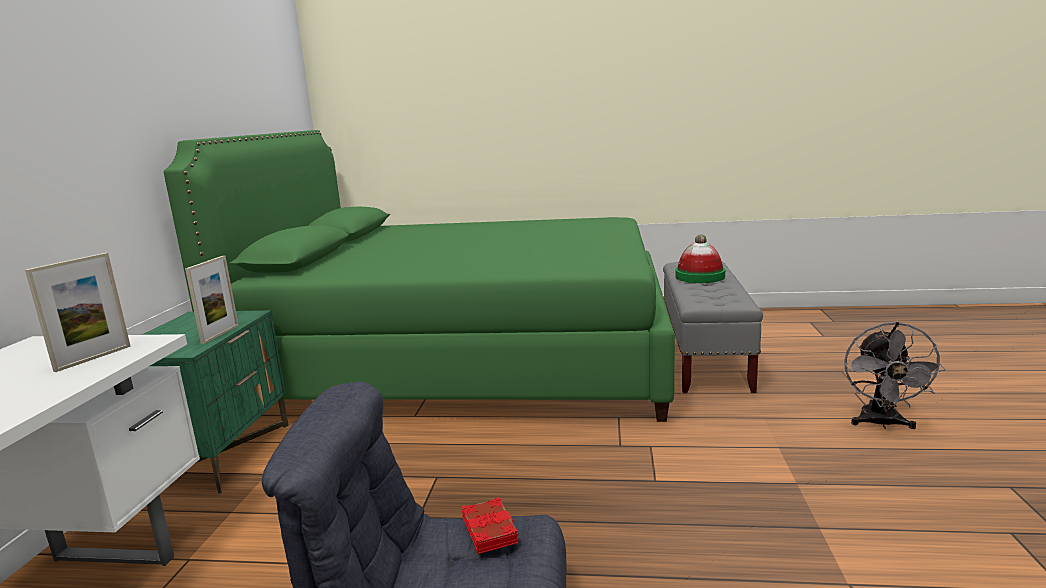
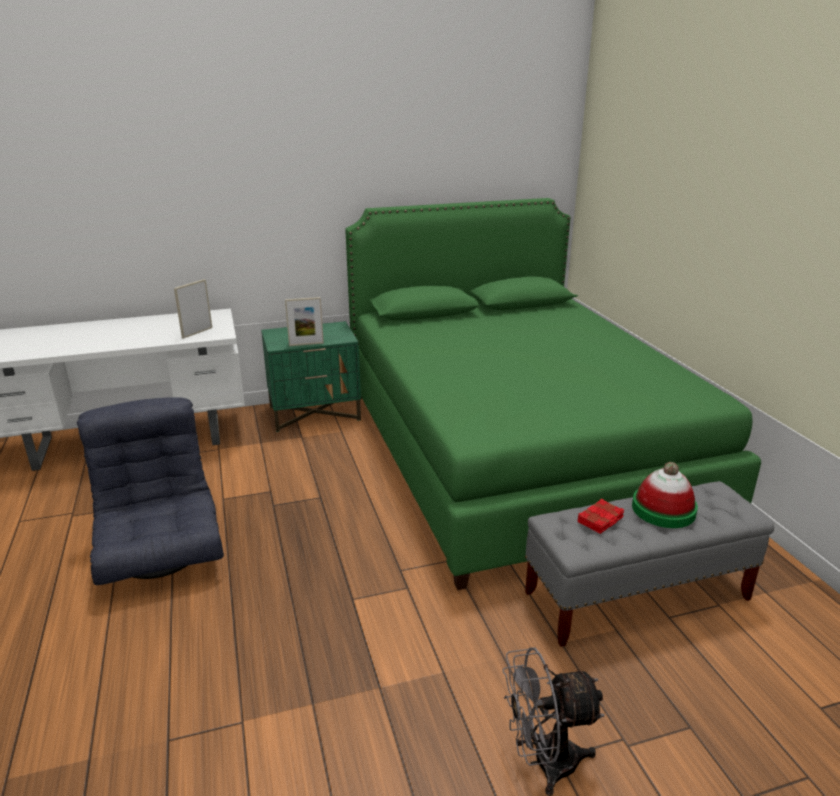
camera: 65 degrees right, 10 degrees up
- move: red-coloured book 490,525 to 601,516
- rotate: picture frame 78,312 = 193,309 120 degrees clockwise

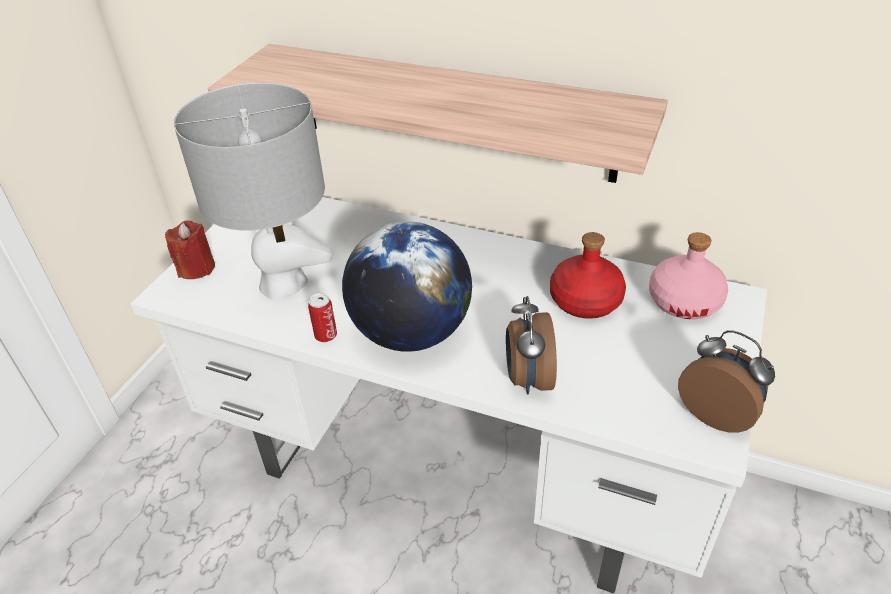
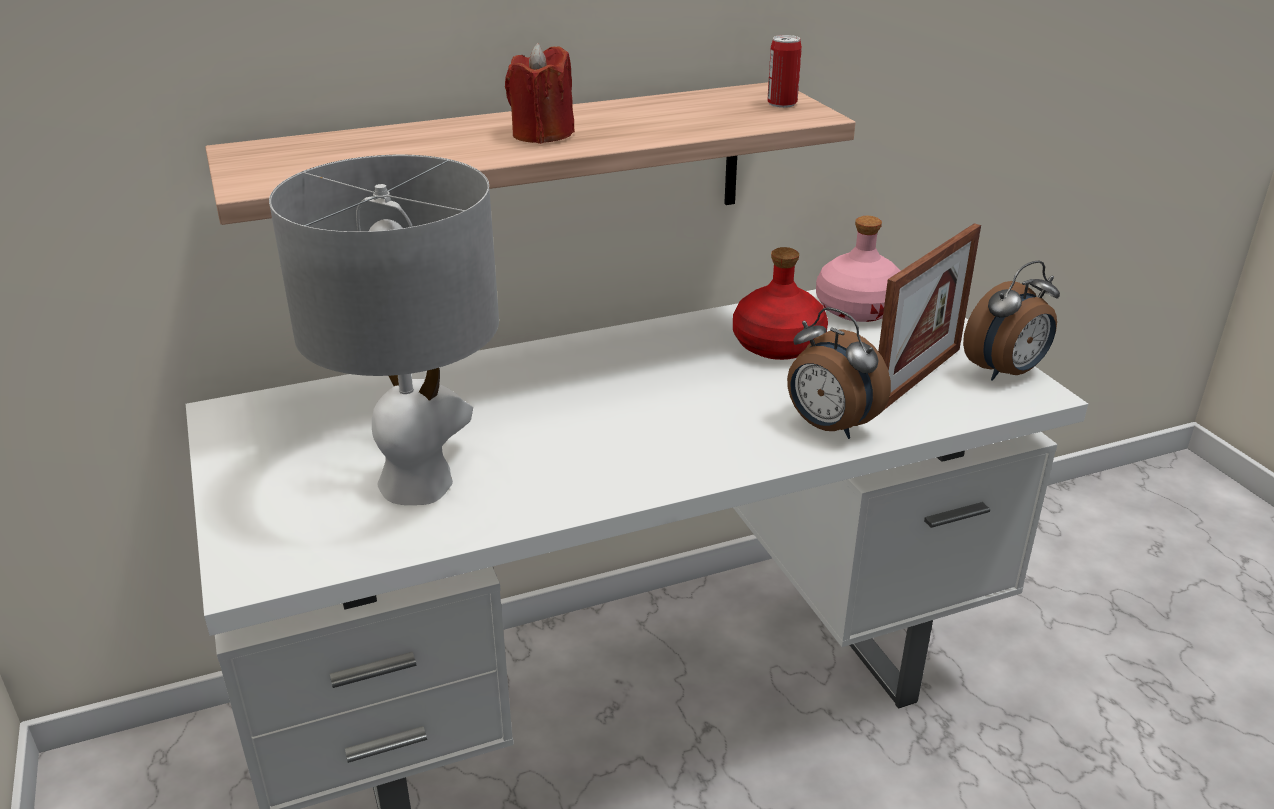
camera: 45 degrees left, 10 degrees down
- delete: desk globe 407,286
- insert: picture frame 929,317
- move: red-coloured candle 190,249 to 540,93
- move: sealed can 322,317 to 784,71
- rotate: bedside clock 726,381 = 1011,320 150 degrees clockwise

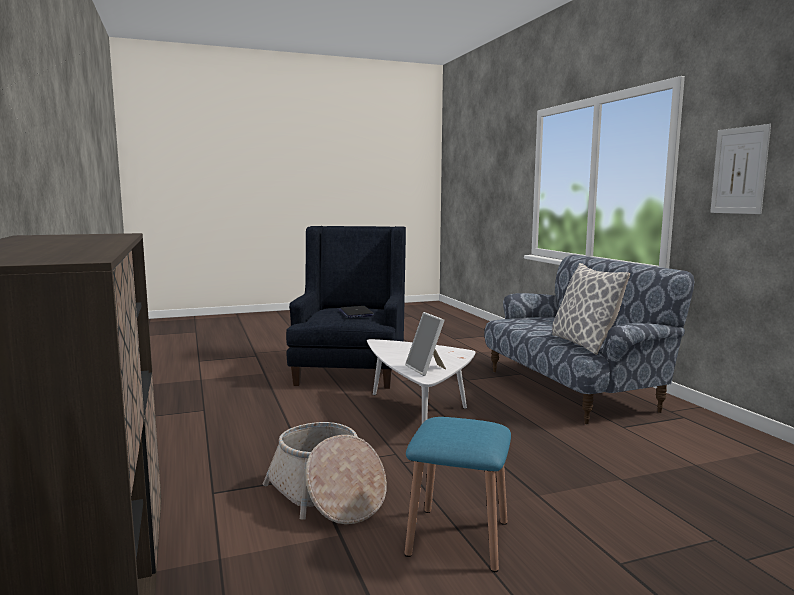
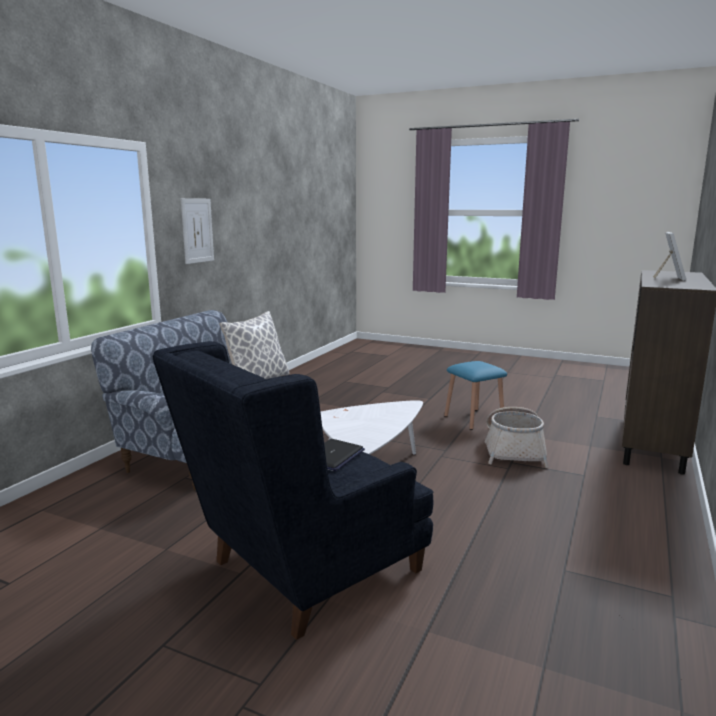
camera: 135 degrees left, 5 degrees up
- move: picture frame 425,344 to 669,256

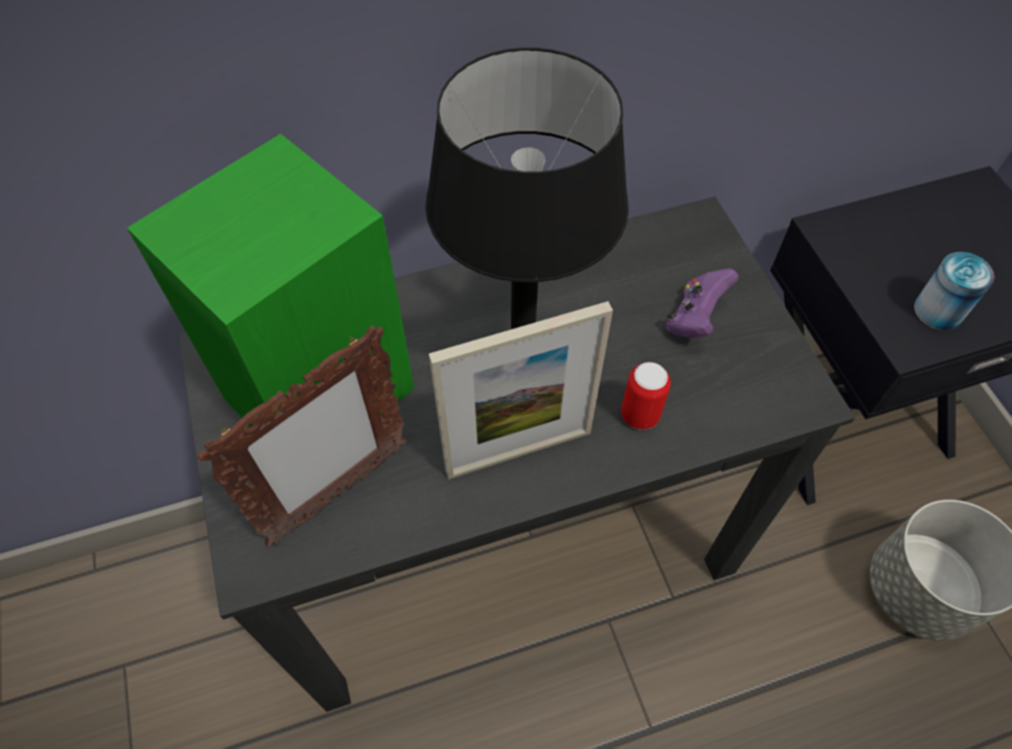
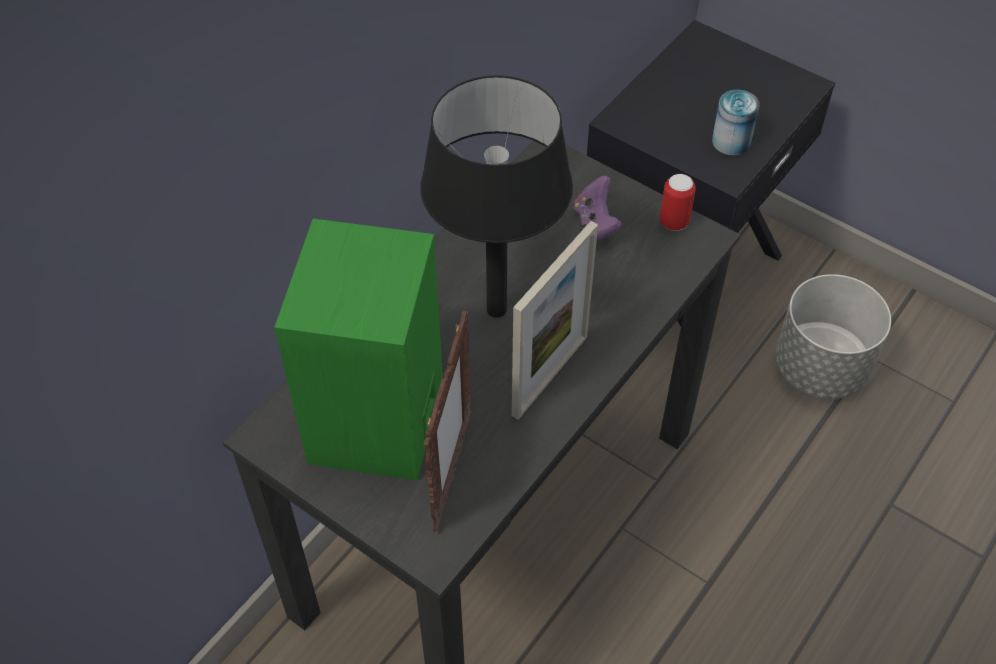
camera: 35 degrees left, 5 degrees down
- move: sealed can 646,396 to 678,202

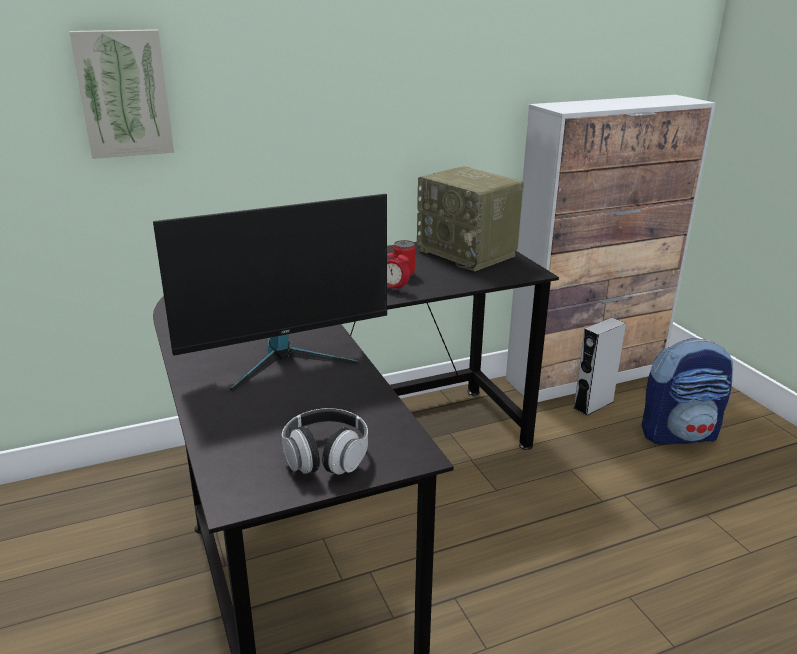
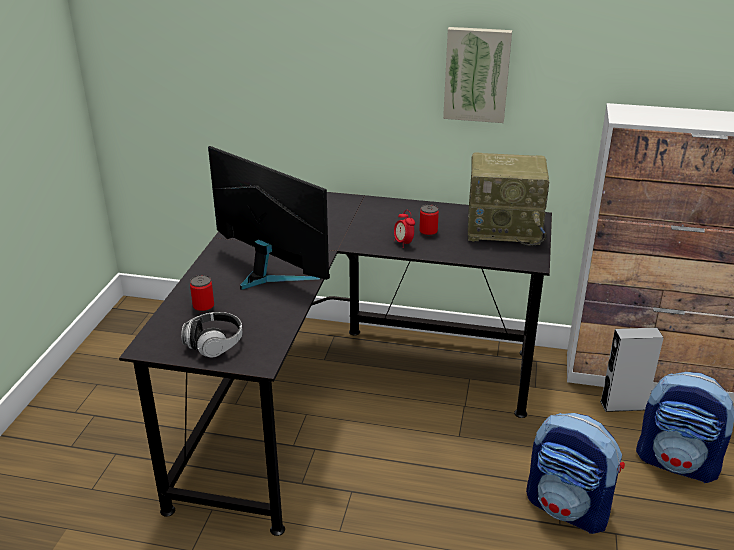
camera: 35 degrees right, 5 degrees up
- insert: sealed can 202,293
- insert: knapsack 575,473
- move: wall picture 122,94 to 477,75
- rotate: monitor 270,293 = 269,218 150 degrees counterclockwise
- rotate: radio 470,218 = 508,199 75 degrees counterclockwise

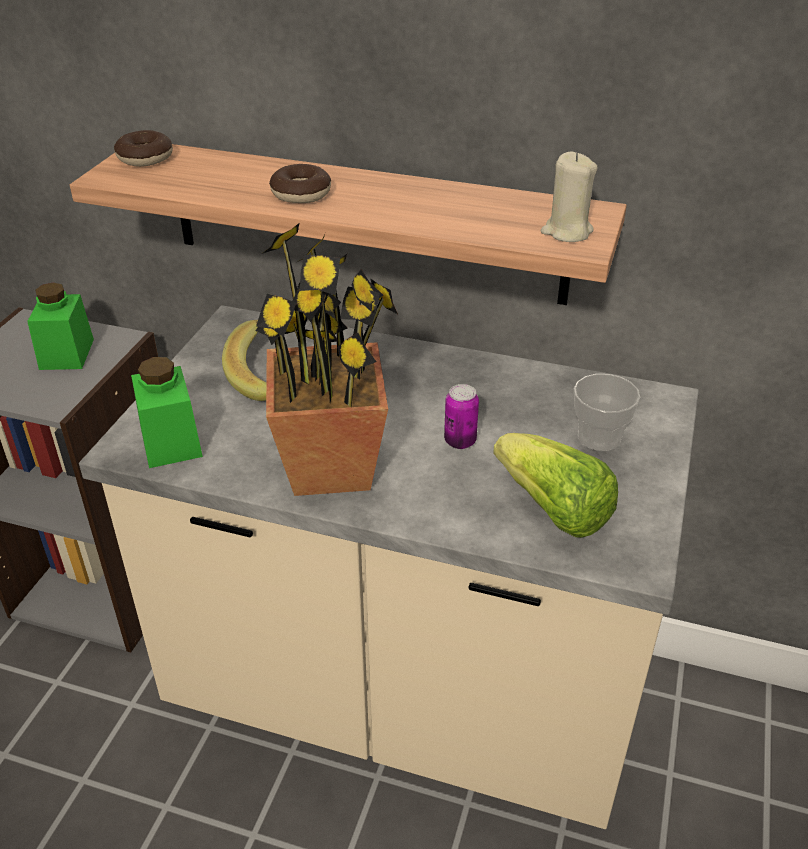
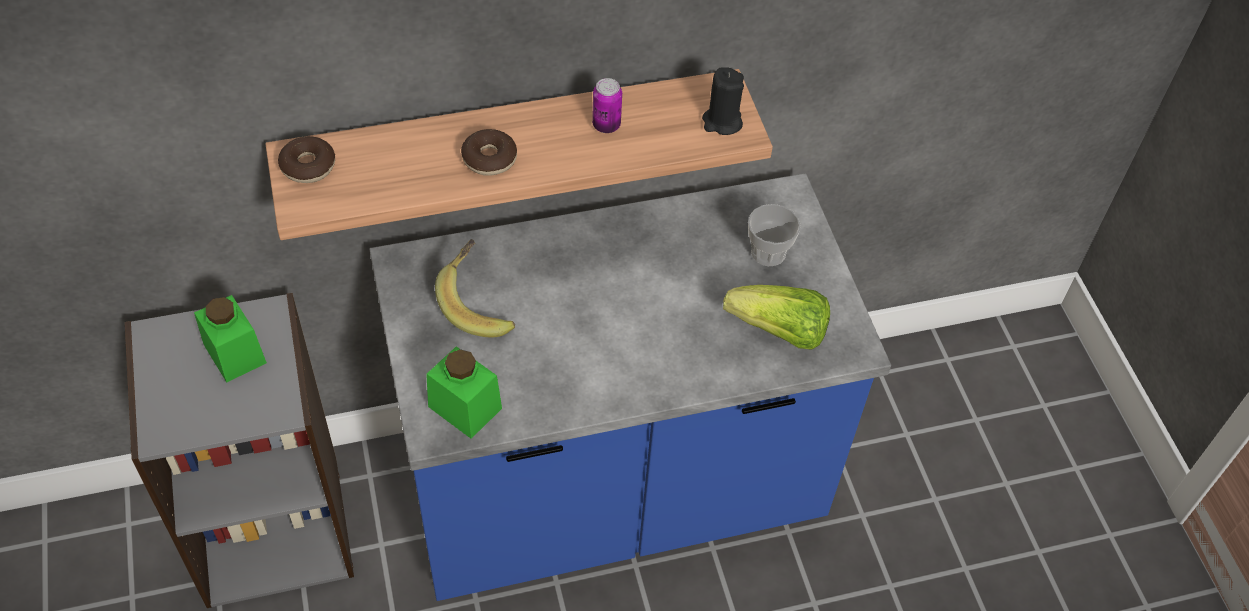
camera: 35 degrees left, 15 degrees up
- delete: potted plant 326,359
- move: sealed can 461,416 to 607,105
- recolor: beige kitchen counter 389,567 to blue kitchen counter 630,387
- recolor: beige candle 569,196 to black candle 723,101

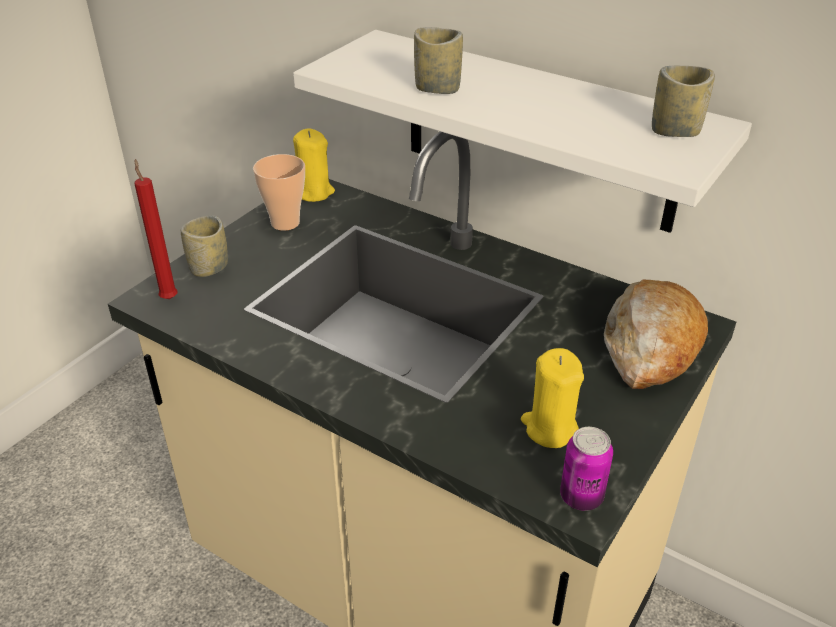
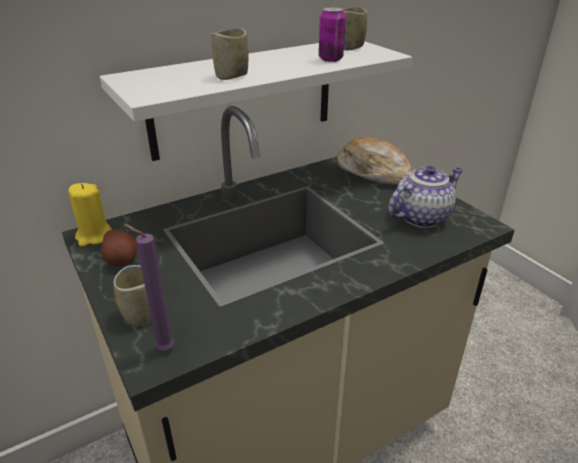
camera: 65 degrees left, 5 degrees down
- move: sealed can 586,469 to 332,34
- replace: small cup 279,192 to whole potato 119,247
- replace: yellow candle 552,398 to teapot 425,197
- recolor: red-coloured candle 156,229 to purple candle 148,287

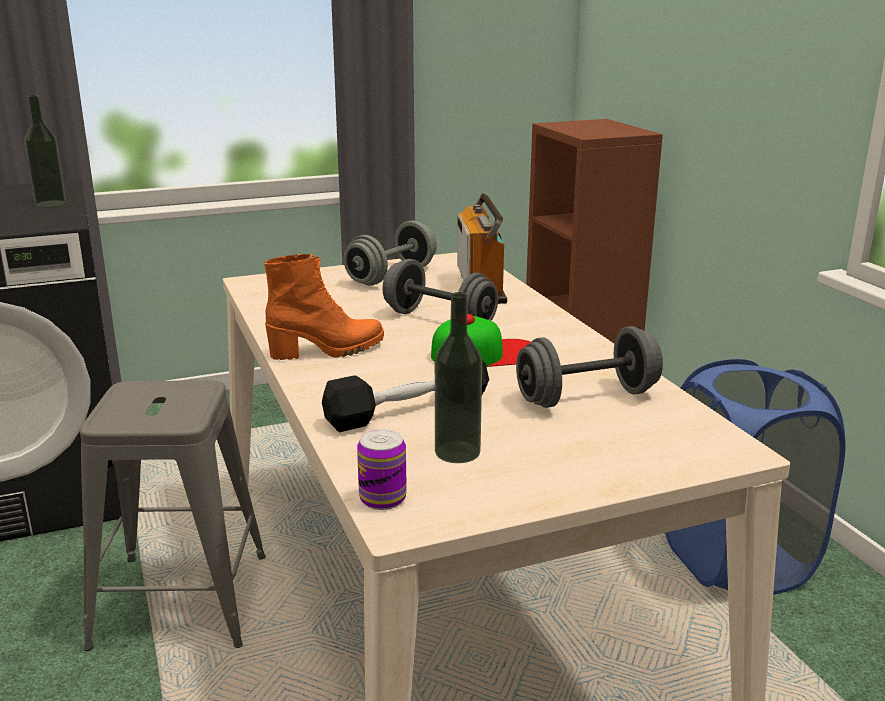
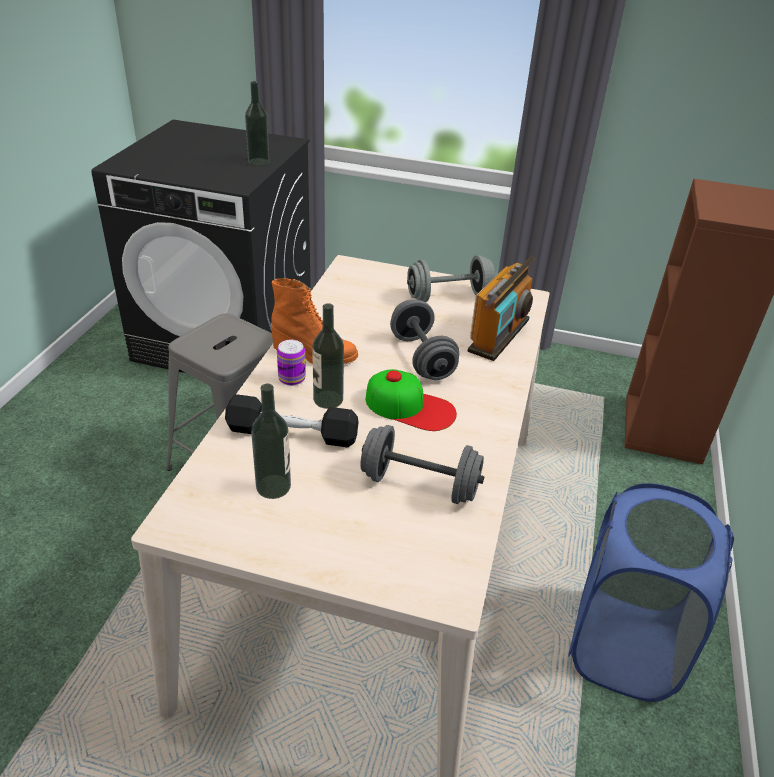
camera: 35 degrees right, 15 degrees up
- insert: drink bottle 328,356
- move: sealed can 382,469 to 291,363

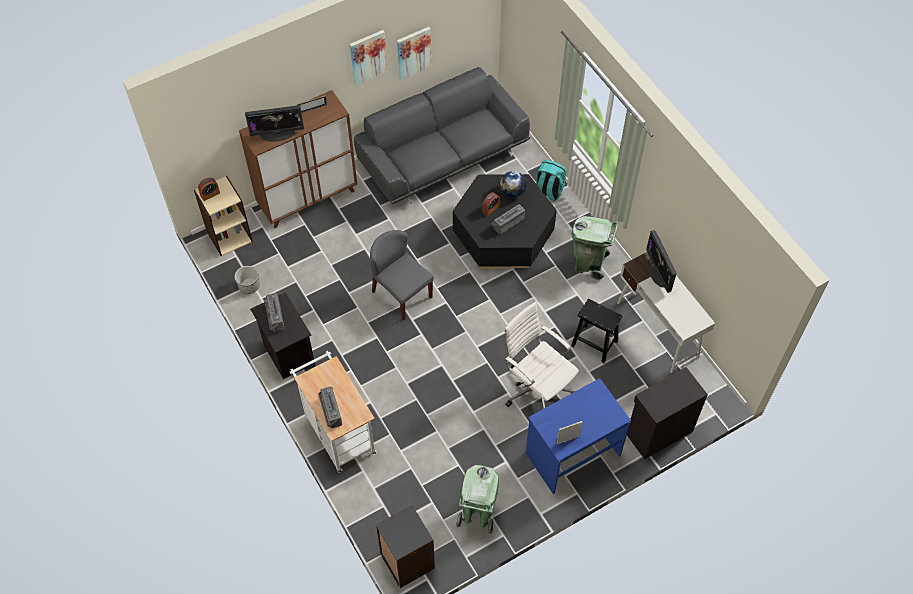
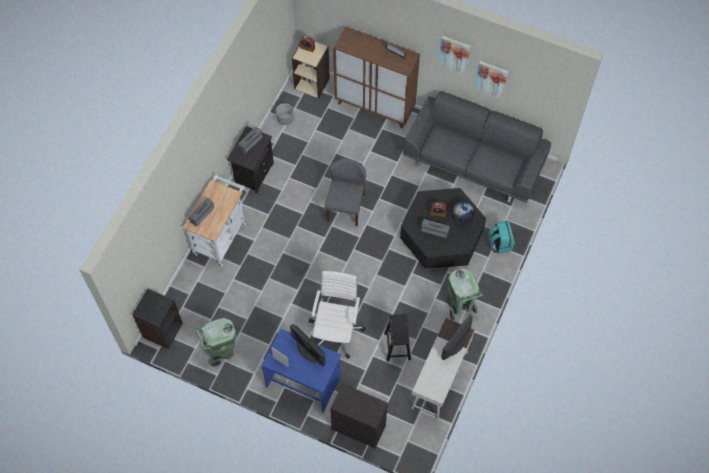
camera: 55 degrees right, 5 degrees up
- move: monitor 274,123 to 308,345

